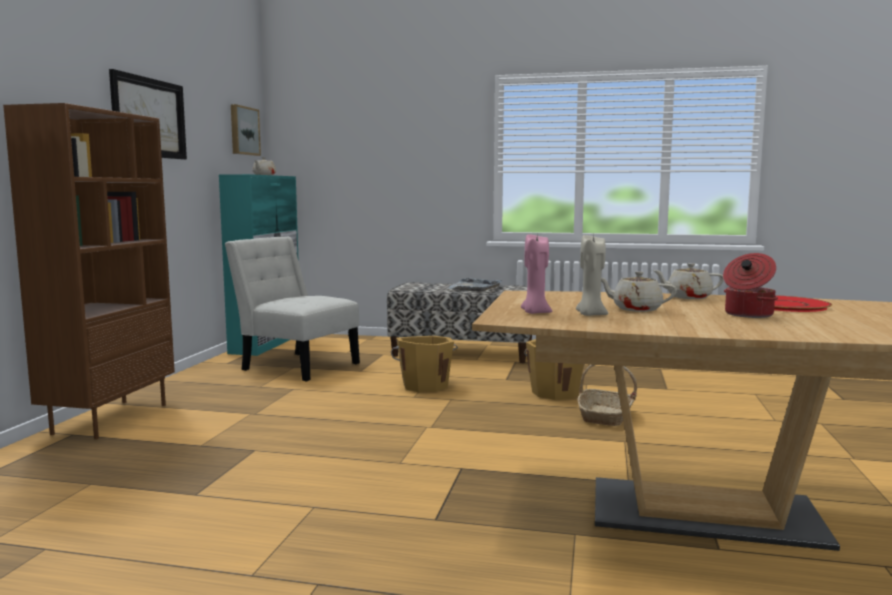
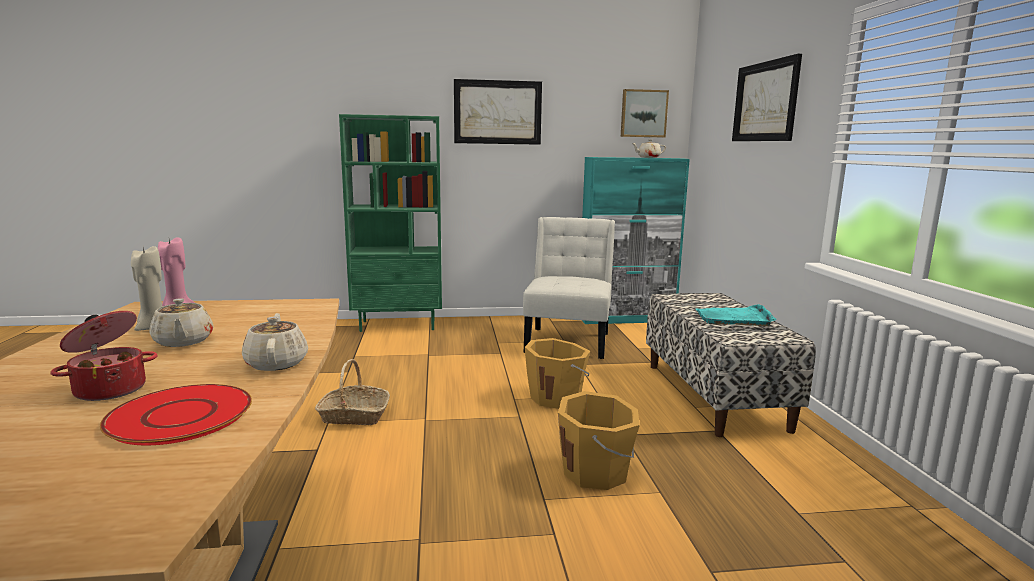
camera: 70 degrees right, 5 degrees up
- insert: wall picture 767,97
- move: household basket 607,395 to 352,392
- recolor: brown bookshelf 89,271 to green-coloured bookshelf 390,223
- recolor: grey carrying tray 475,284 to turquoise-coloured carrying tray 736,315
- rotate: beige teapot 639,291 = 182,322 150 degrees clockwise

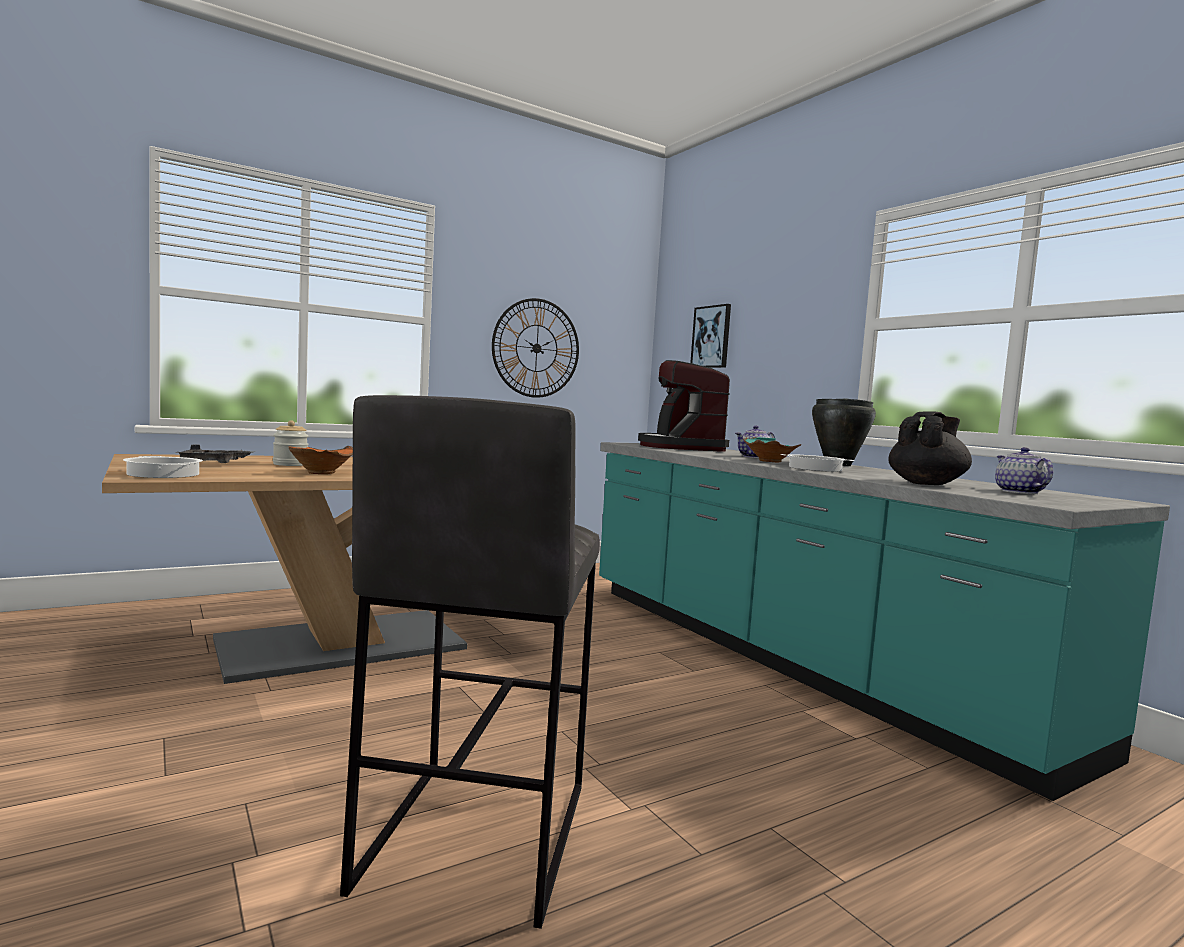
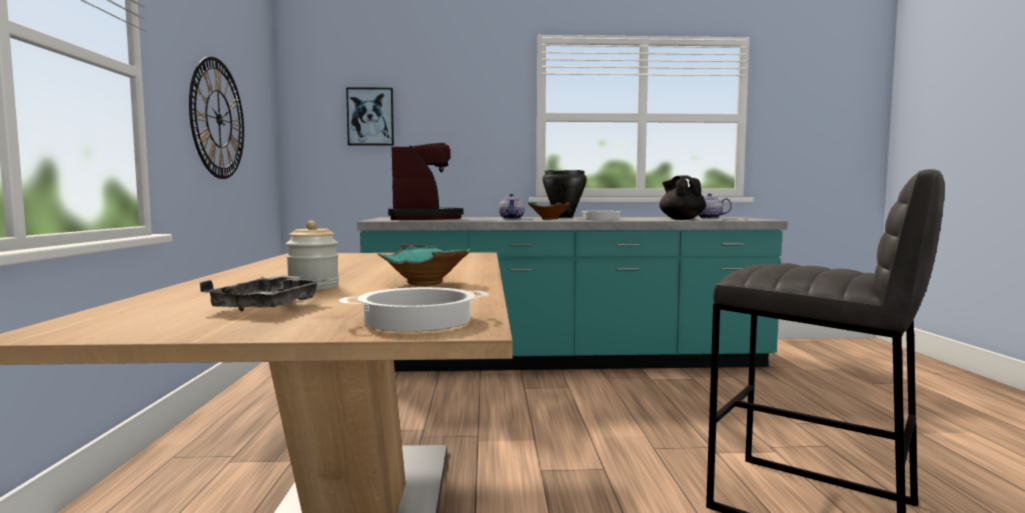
camera: 60 degrees left, 0 degrees up
- recolor: orange-coloured deep dish 320,460 to turquoise-coloured deep dish 424,265
- rotate: coffee maker 684,406 = 426,181 120 degrees counterclockwise

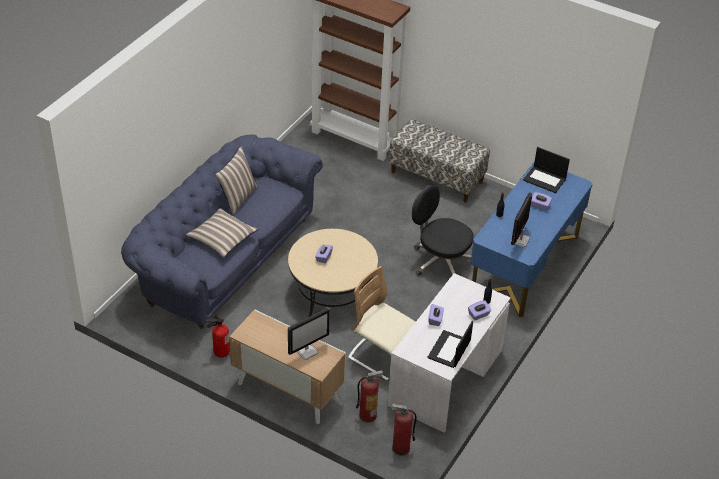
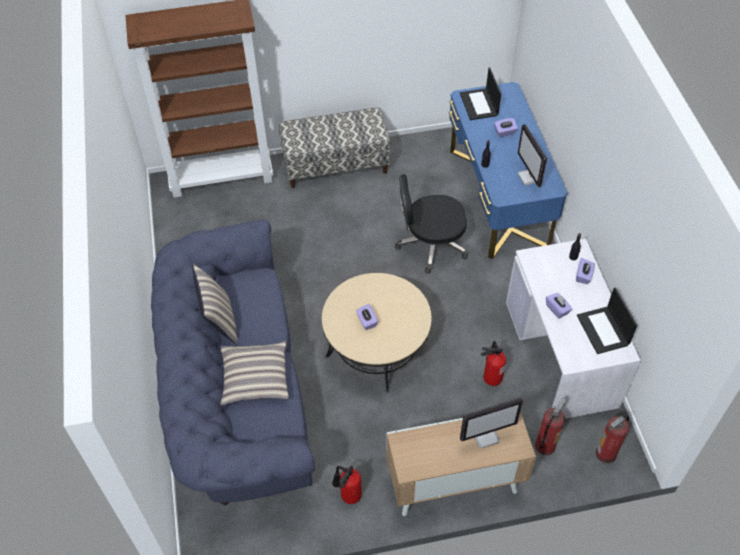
camera: 40 degrees left, 10 degrees up
- replace: beige upright chair 381,323 to fire extinguisher 493,363
- rotate: monitor 309,334 = 491,422 60 degrees clockwise
- rotate: notebook computer 546,170 = 480,93 90 degrees clockwise

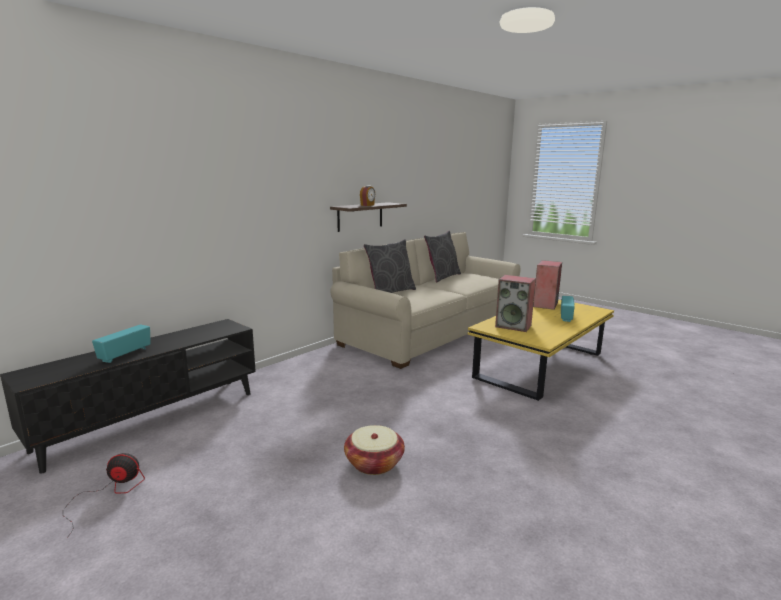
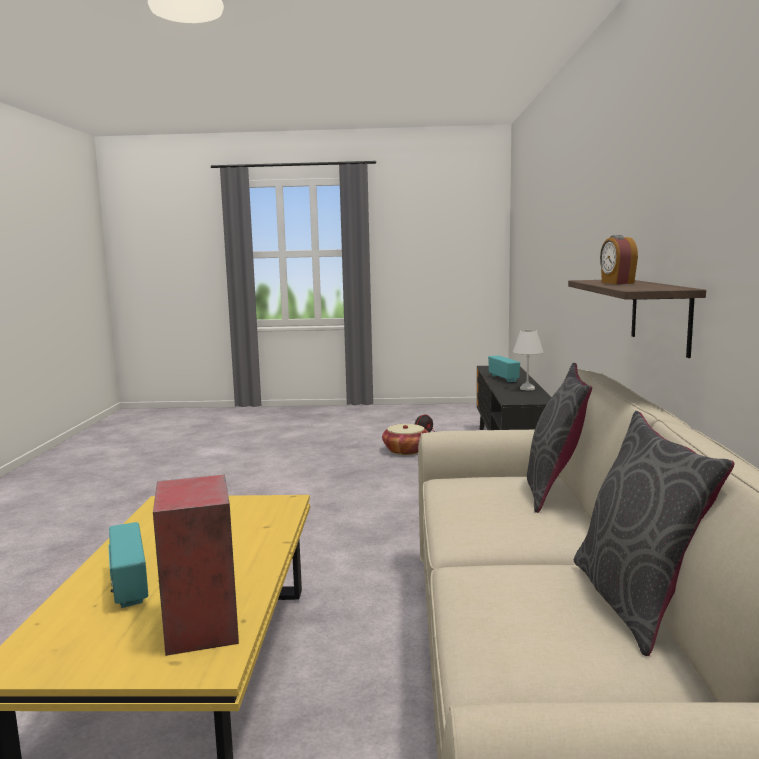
camera: 140 degrees right, 5 degrees down
- delete: audio speaker 515,303
- insert: white-coloured table lamp 528,360
- move: household basket 374,450 to 405,439

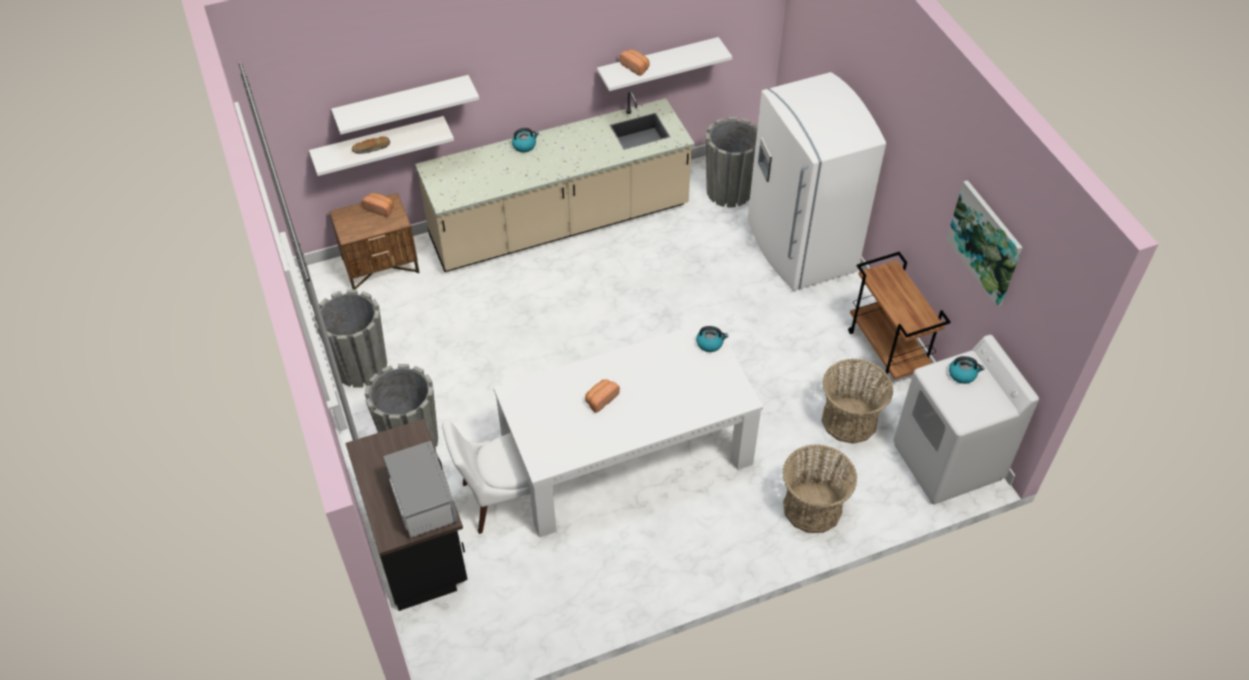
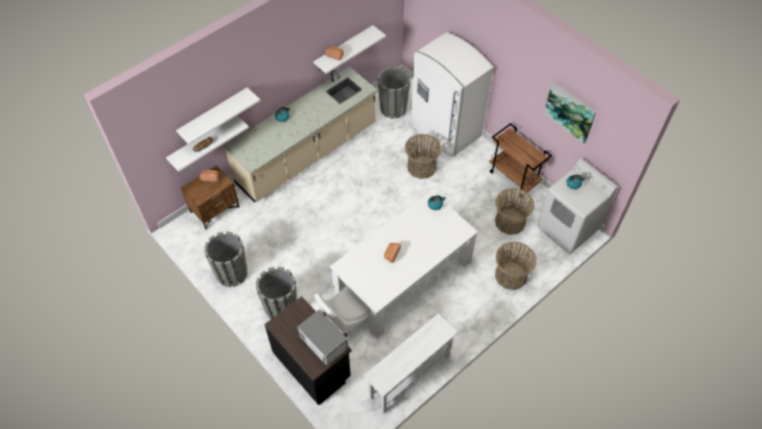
camera: 20 degrees left, 5 degrees up
- insert: white-coloured console table 410,363
- insert: household basket 423,156

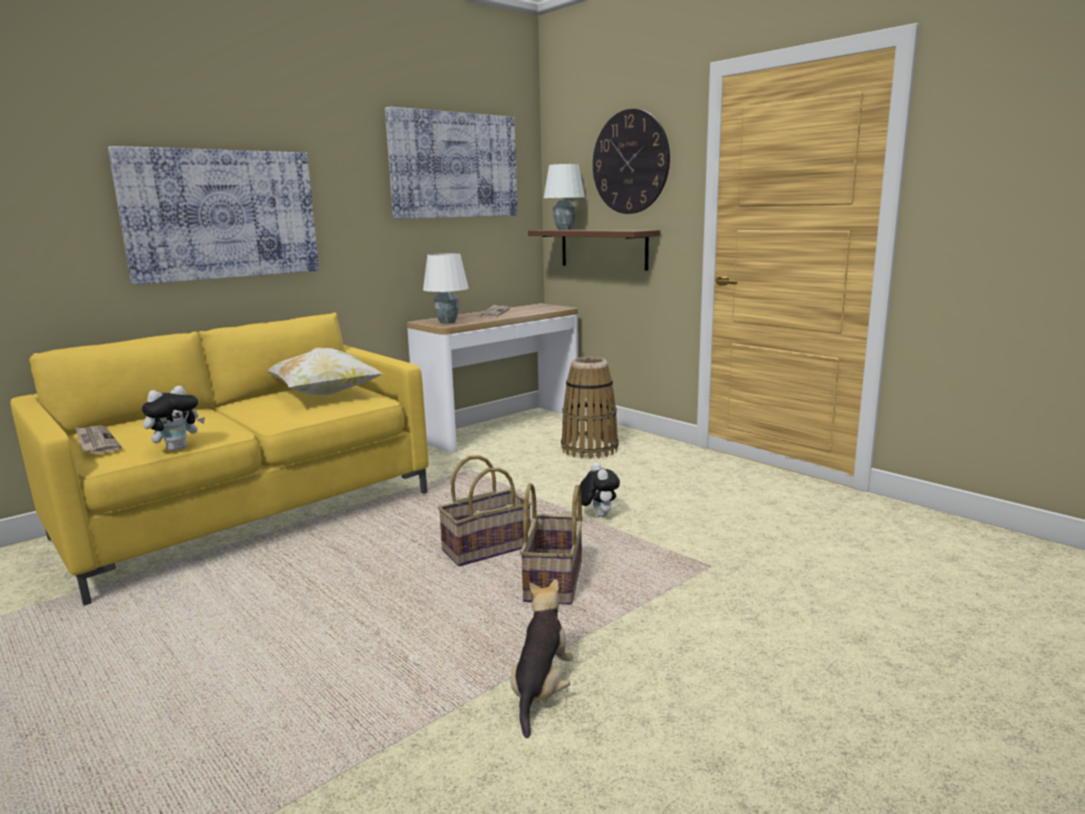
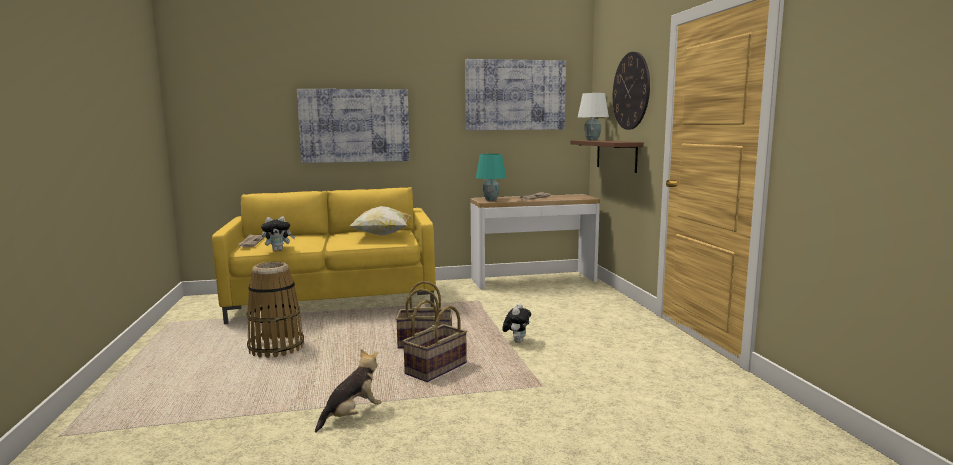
camera: 30 degrees right, 5 degrees down
- move: household basket 590,408 to 275,310
- recolor: white-coloured table lamp 446,288 to turquoise-coloured table lamp 491,177

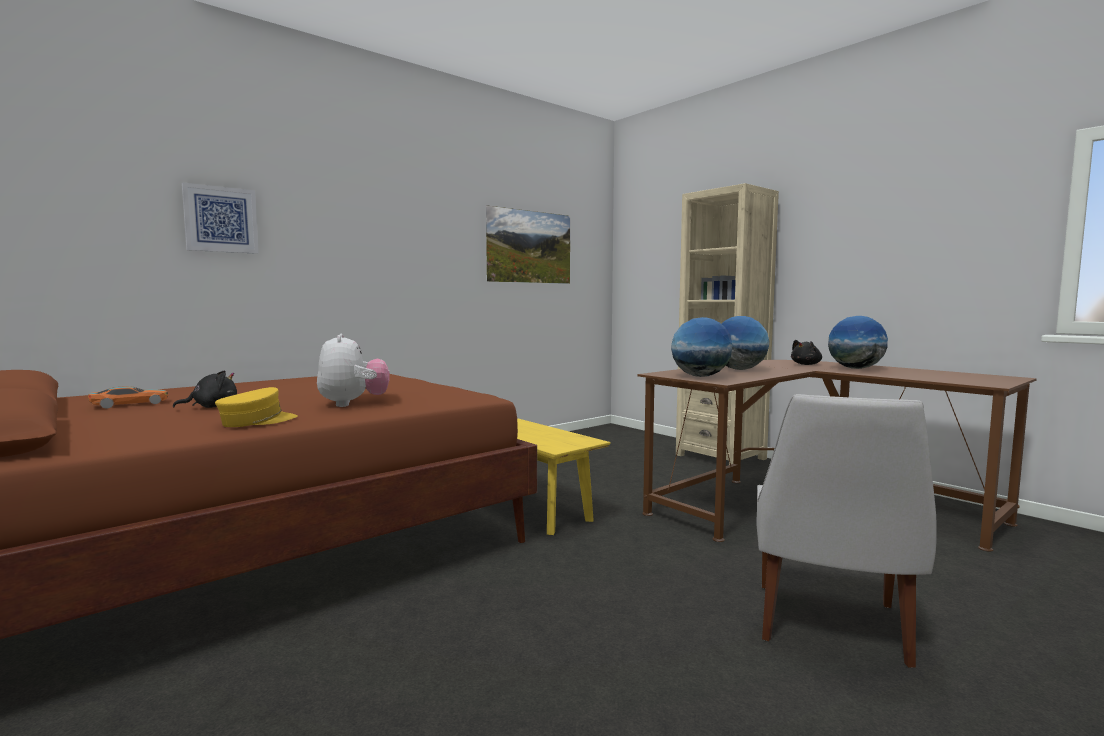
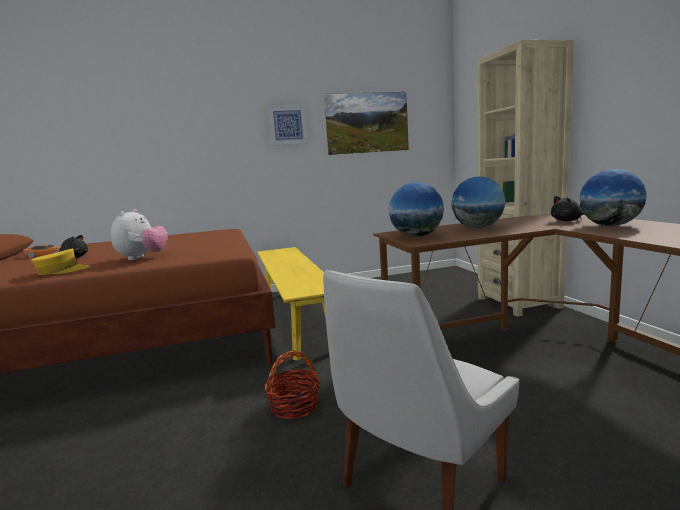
camera: 25 degrees right, 5 degrees up
- insert: household basket 292,385
- move: wall picture 220,218 to 287,125

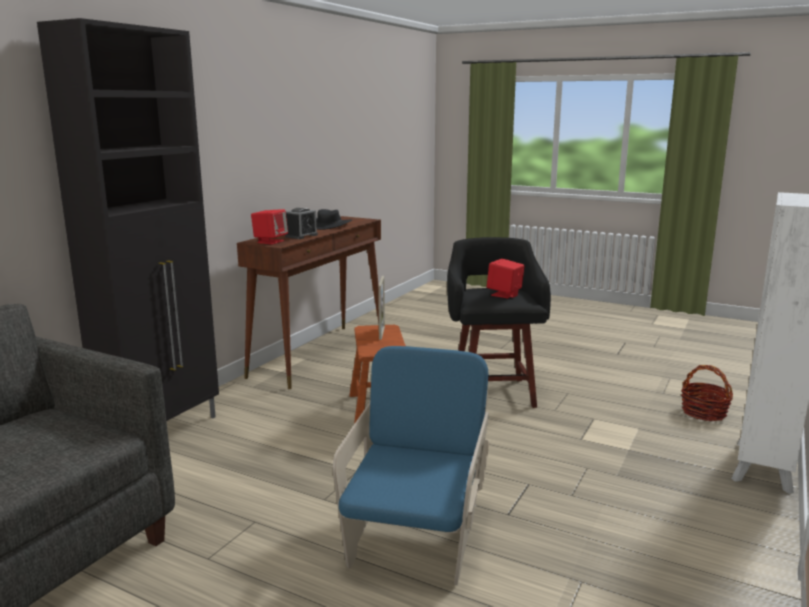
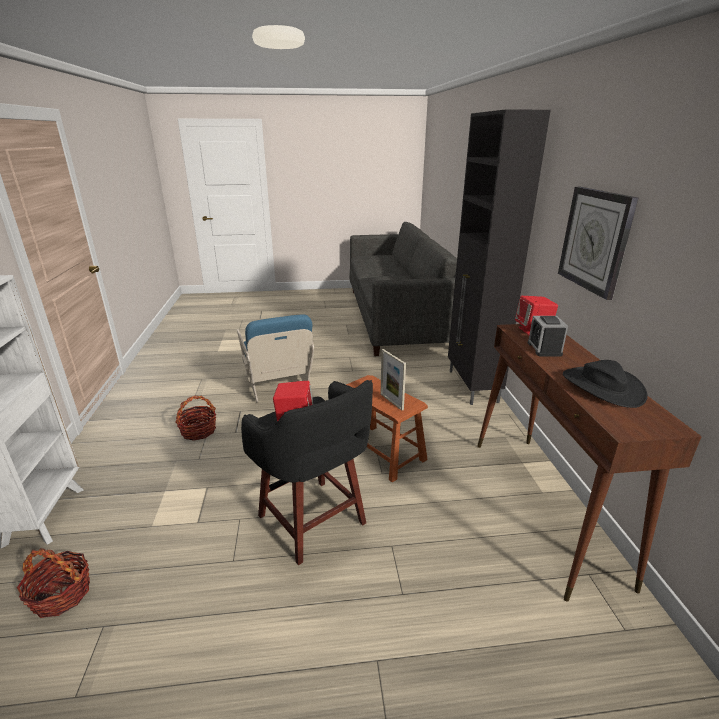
camera: 145 degrees right, 10 degrees up
- insert: household basket 195,418
- insert: wall clock 598,243

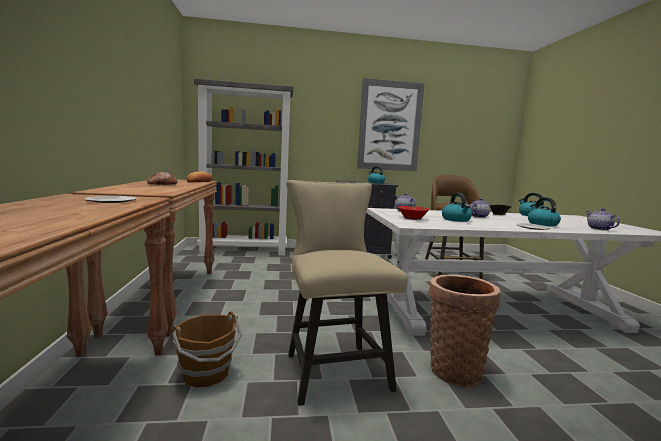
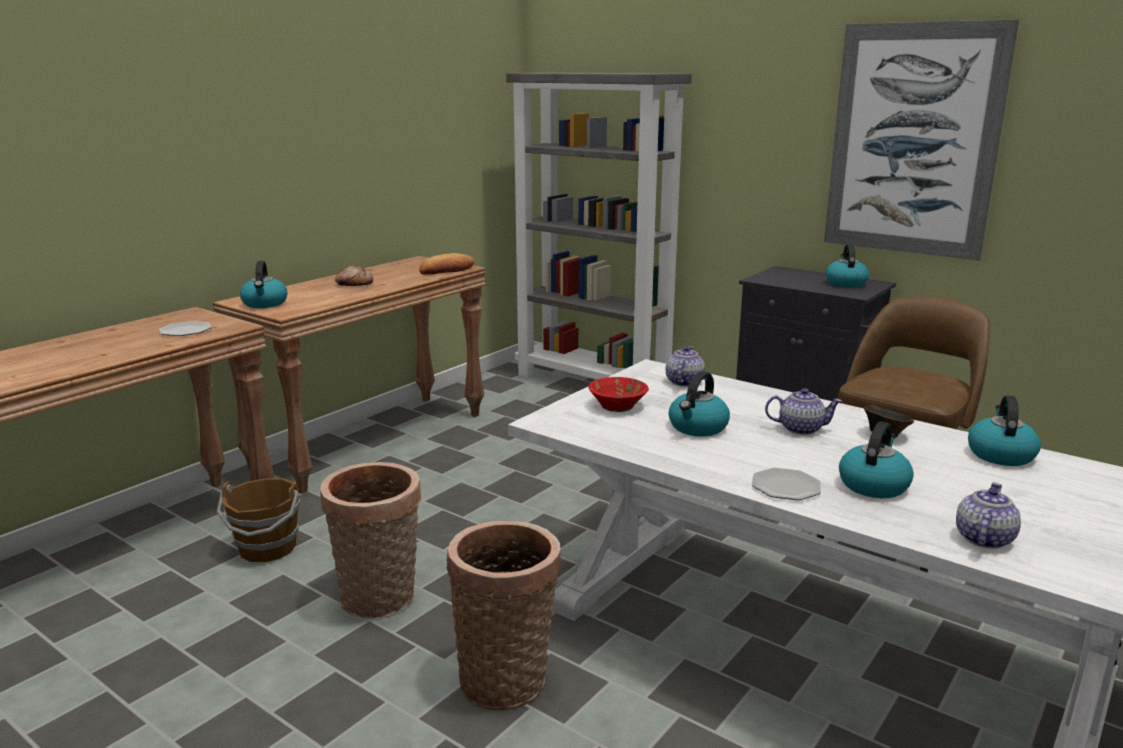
camera: 45 degrees right, 10 degrees up
- insert: water kettle 263,284
- replace: beige upright chair 347,293 to household basket 370,540

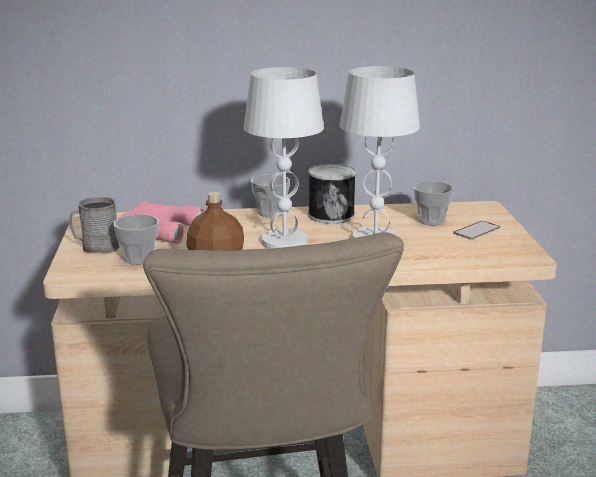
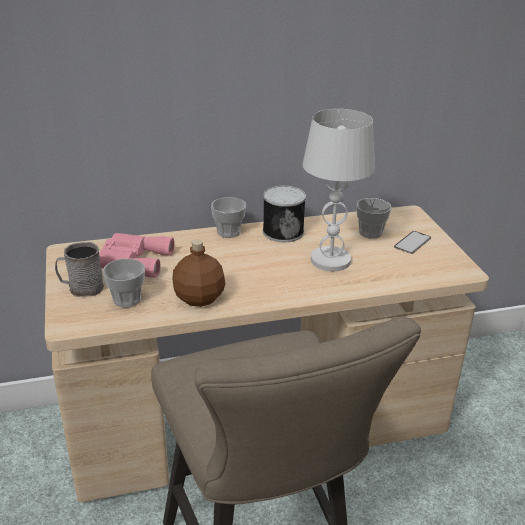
camera: 10 degrees left, 10 degrees up
- delete: white-coloured table lamp 284,158

